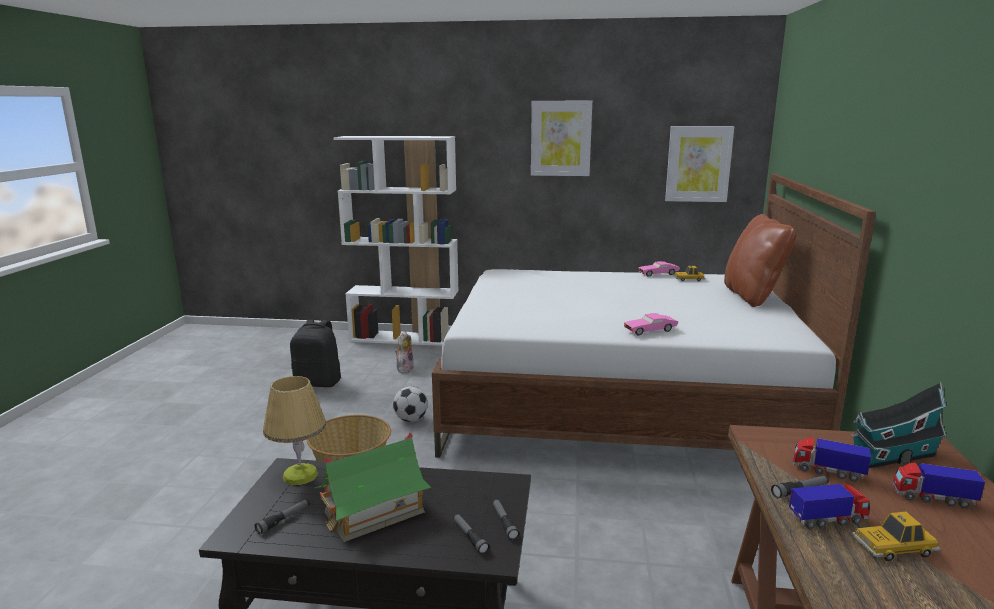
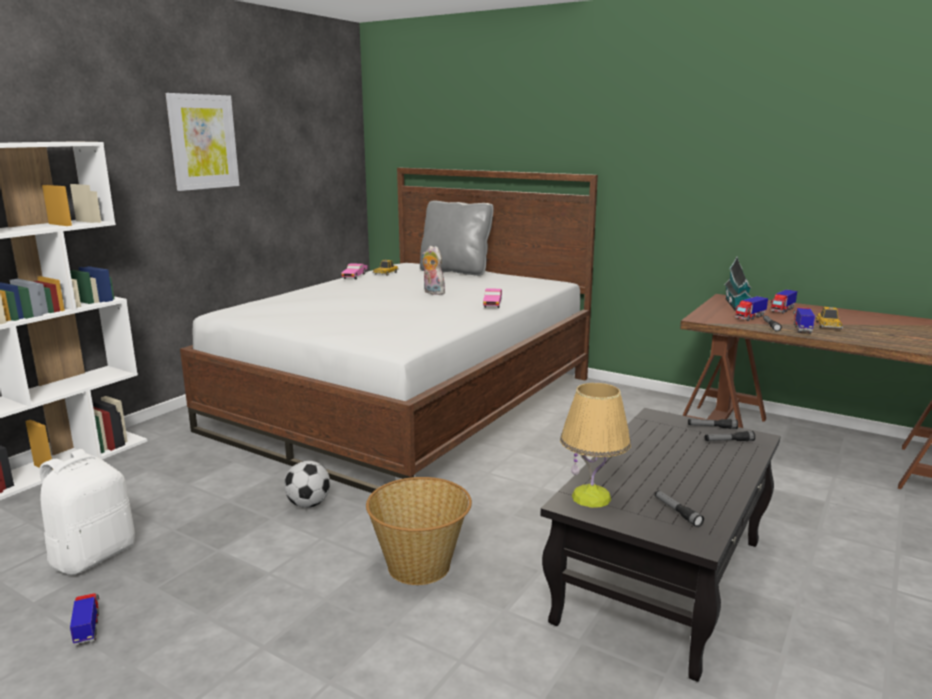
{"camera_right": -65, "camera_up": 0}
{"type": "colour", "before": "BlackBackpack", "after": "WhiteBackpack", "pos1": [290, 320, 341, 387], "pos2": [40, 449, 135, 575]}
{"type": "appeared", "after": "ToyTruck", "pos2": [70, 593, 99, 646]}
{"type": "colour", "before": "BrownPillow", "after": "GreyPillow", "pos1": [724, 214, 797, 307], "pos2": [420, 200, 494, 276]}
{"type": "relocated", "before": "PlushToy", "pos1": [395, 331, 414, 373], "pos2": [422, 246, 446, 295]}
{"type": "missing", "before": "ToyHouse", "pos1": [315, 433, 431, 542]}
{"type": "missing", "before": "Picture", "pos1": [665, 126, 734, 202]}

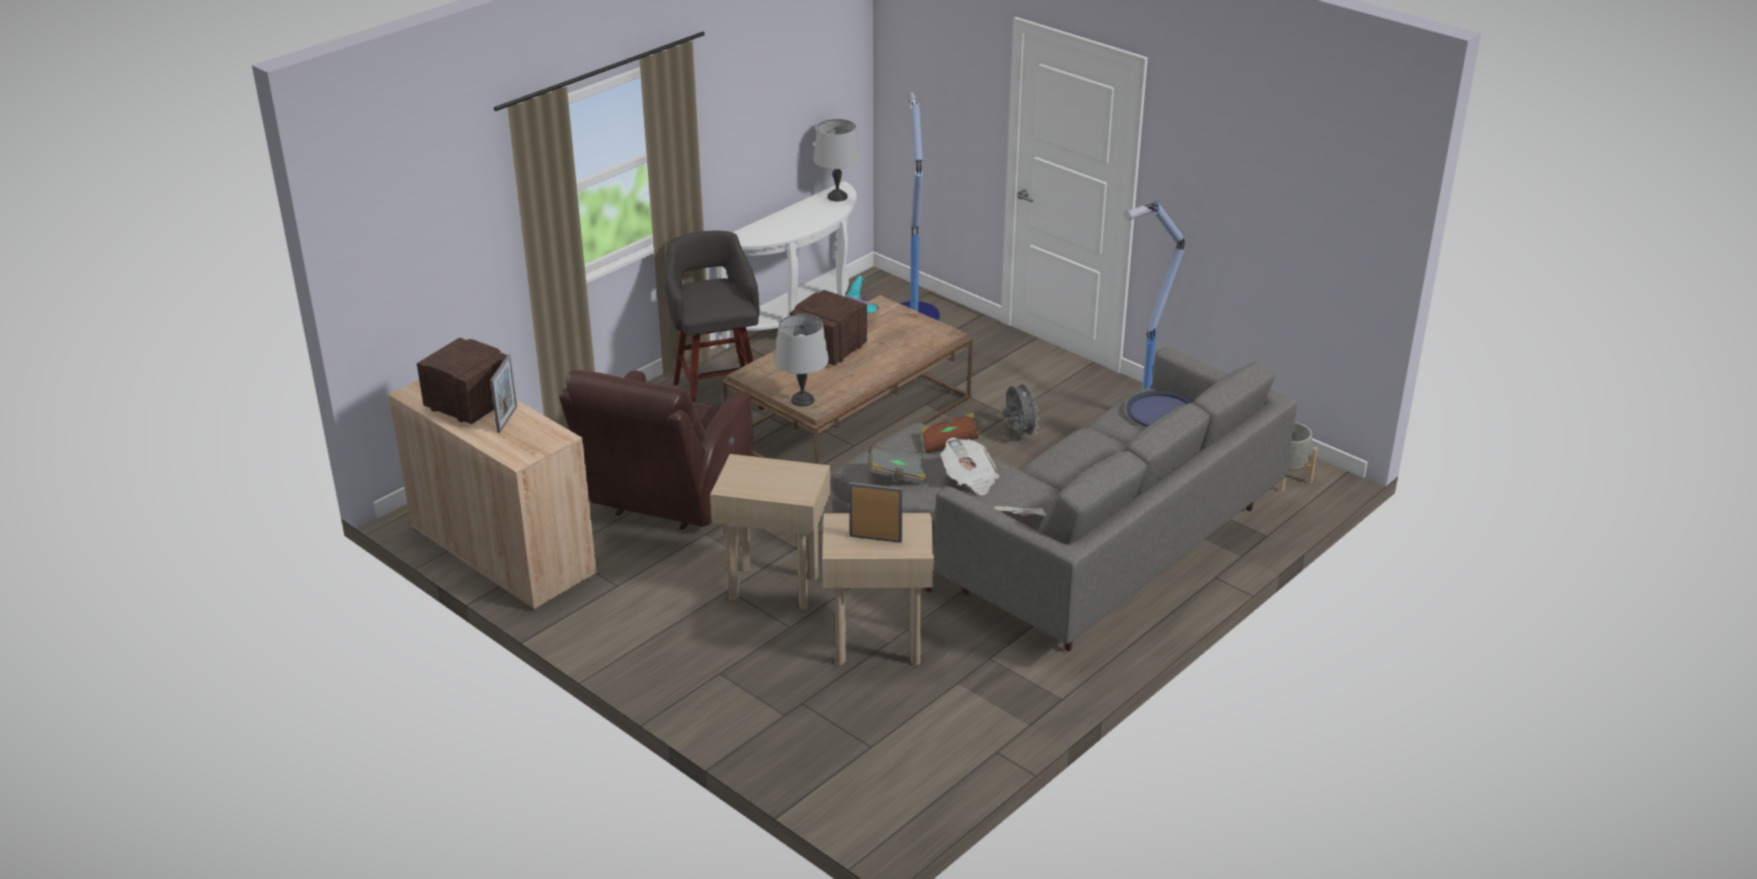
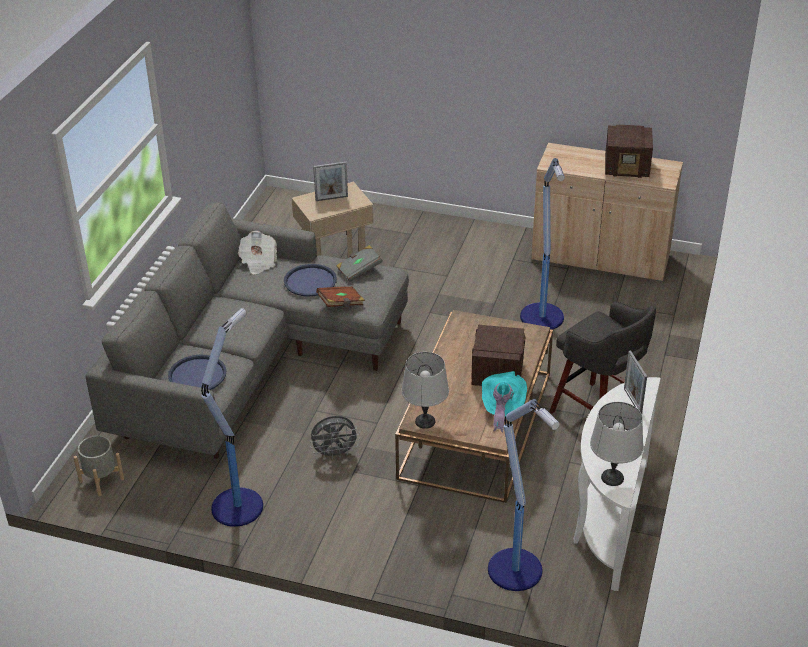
{"camera_right": 155, "camera_up": 5}
{"type": "exchanged", "before": "Newspaper", "after": "BlueTray", "pos1": [941, 437, 1000, 495], "pos2": [284, 264, 337, 297]}
{"type": "spun", "before": "GreyFan", "pos1": [1003, 380, 1039, 438], "pos2": [310, 416, 360, 460], "turn": -60}
{"type": "relocated", "before": "GreyTableLamp", "pos1": [775, 314, 829, 407], "pos2": [402, 352, 449, 429]}
{"type": "exchanged", "before": "BrownArmchair", "after": "FloorLamp", "pos1": [559, 370, 753, 529], "pos2": [520, 158, 565, 330]}
{"type": "relocated", "before": "PictureFrame", "pos1": [490, 354, 517, 433], "pos2": [624, 350, 647, 414]}
{"type": "missing", "before": "BeigeSideTable", "pos1": [710, 454, 830, 610]}

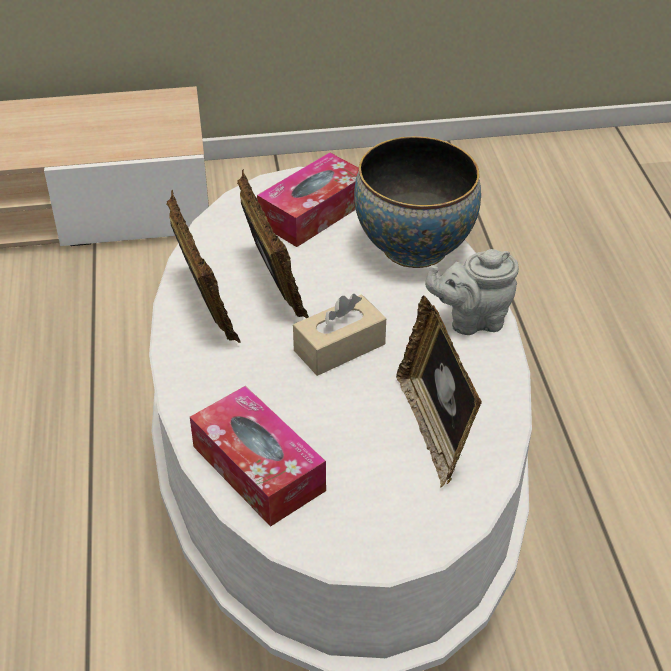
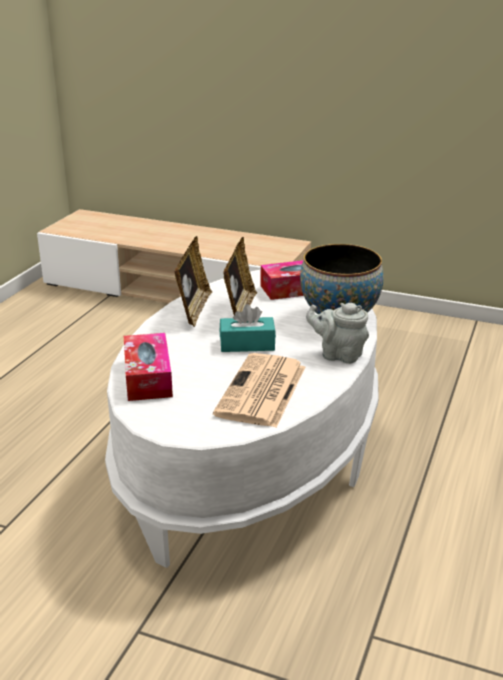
{"camera_right": 30, "camera_up": -15}
{"type": "exchanged", "before": "PictureFrame", "after": "Newspaper", "pos1": [396, 296, 482, 488], "pos2": [213, 353, 305, 428]}
{"type": "colour", "before": "BeigeTissueBox", "after": "TurquoiseTissueBox", "pos1": [293, 294, 386, 376], "pos2": [220, 304, 276, 352]}

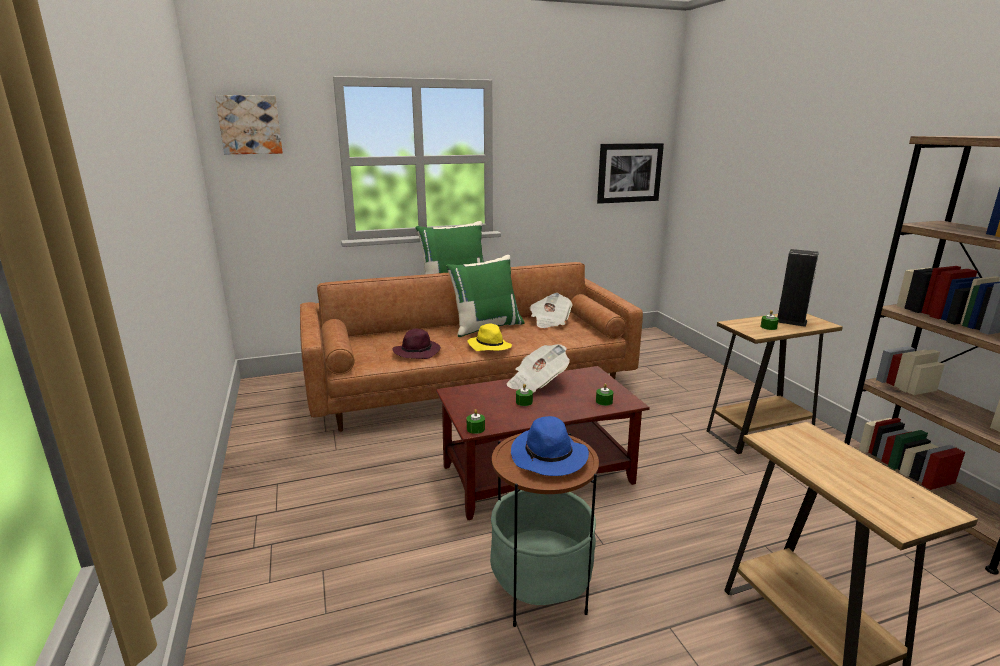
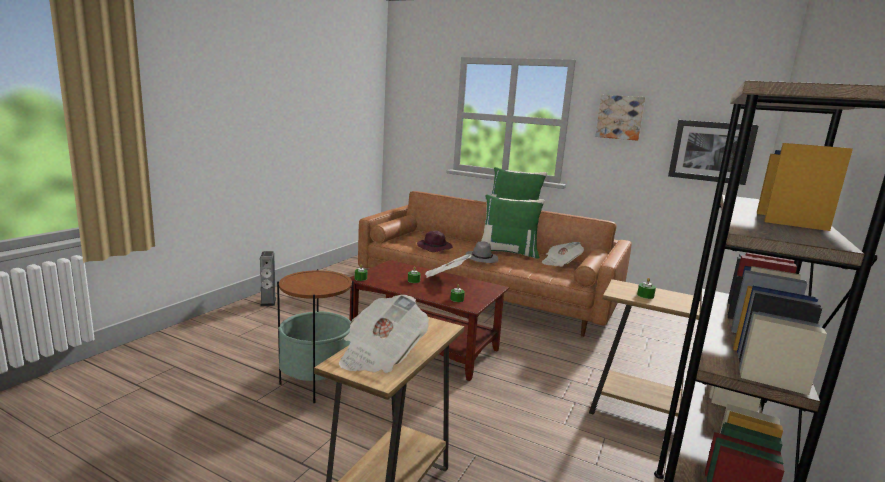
{"camera_right": 45, "camera_up": -5}
{"type": "relocated", "before": "Speaker", "pos1": [777, 249, 819, 327], "pos2": [260, 251, 276, 306]}
{"type": "appeared", "after": "Newspaper", "pos2": [339, 295, 429, 373]}
{"type": "colour", "before": "YellowHat", "after": "GreyHat", "pos1": [468, 323, 512, 351], "pos2": [465, 241, 498, 263]}
{"type": "relocated", "before": "Picture", "pos1": [215, 95, 283, 154], "pos2": [595, 95, 646, 141]}
{"type": "missing", "before": "BlueHat", "pos1": [511, 416, 589, 476]}

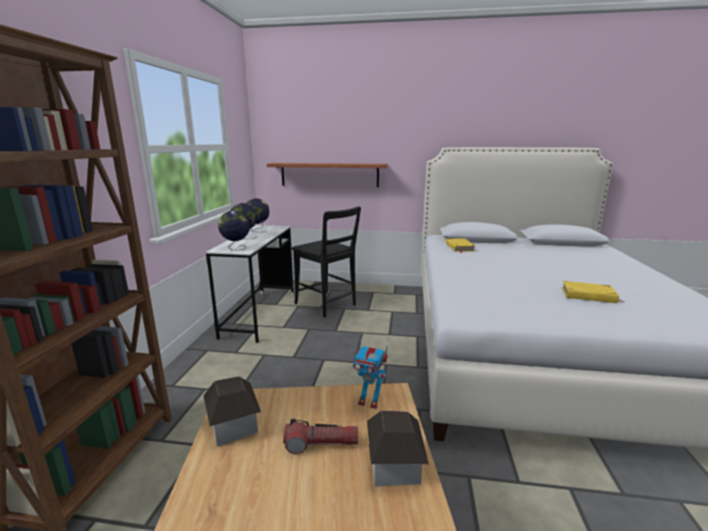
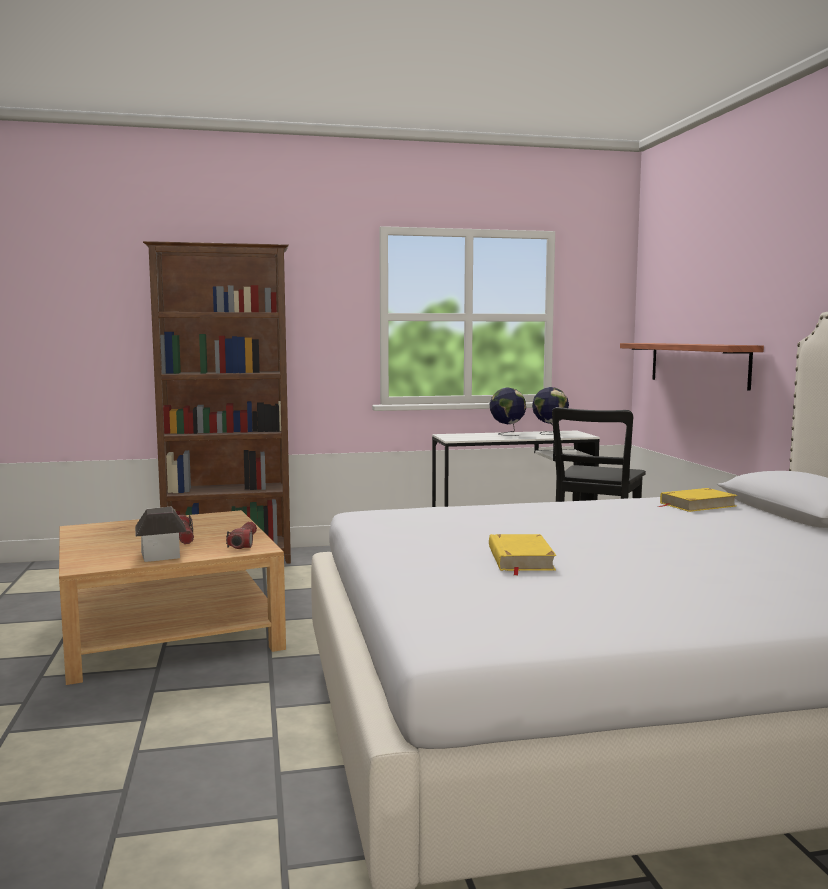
{"camera_right": 70, "camera_up": -10}
{"type": "exchanged", "before": "ToyRobot", "after": "Flashlight", "pos1": [352, 334, 389, 409], "pos2": [226, 522, 257, 549]}
{"type": "missing", "before": "ToyHouse", "pos1": [203, 376, 261, 447]}
{"type": "missing", "before": "Globe", "pos1": [218, 210, 250, 251]}

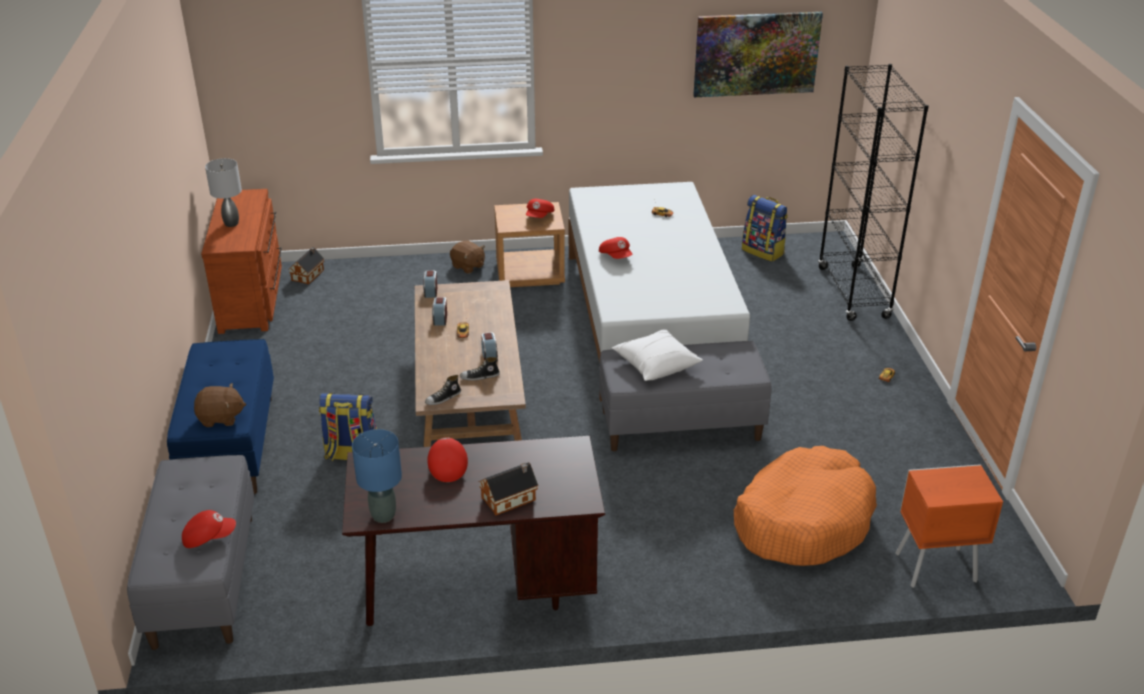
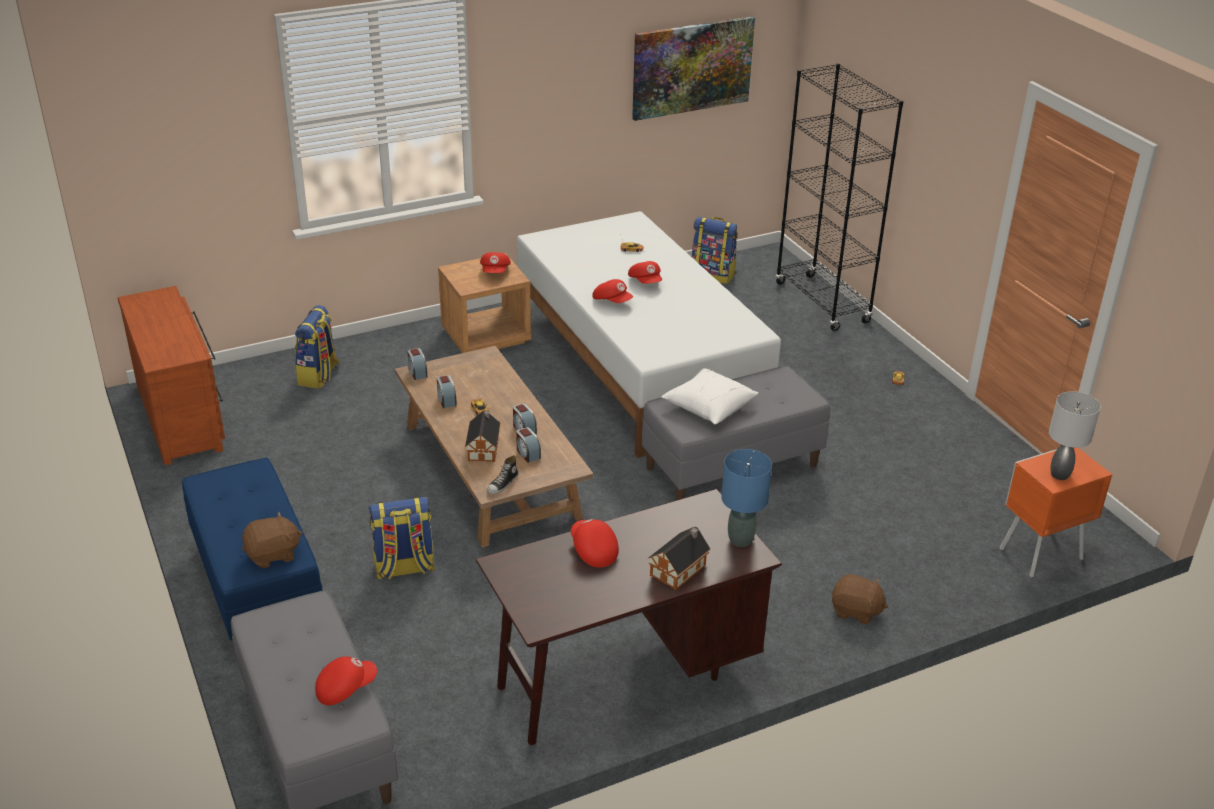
{"camera_right": -20, "camera_up": 0}
{"type": "appeared", "after": "Backpack", "pos2": [295, 305, 340, 388]}
{"type": "relocated", "before": "ToyHouse", "pos1": [289, 247, 325, 284], "pos2": [465, 410, 500, 462]}
{"type": "exchanged", "before": "Shoe", "after": "AlarmClock", "pos1": [460, 357, 500, 381], "pos2": [516, 427, 541, 463]}
{"type": "appeared", "after": "RedCap", "pos2": [628, 261, 662, 284]}
{"type": "relocated", "before": "BlueTableLamp", "pos1": [352, 429, 402, 523], "pos2": [721, 449, 772, 547]}
{"type": "relocated", "before": "BrownPlushToy", "pos1": [450, 241, 485, 274], "pos2": [832, 574, 888, 625]}
{"type": "relocated", "before": "GreyTableLamp", "pos1": [205, 158, 242, 227], "pos2": [1049, 391, 1101, 480]}
{"type": "missing", "before": "OrangeDogBed", "pos1": [734, 446, 877, 566]}

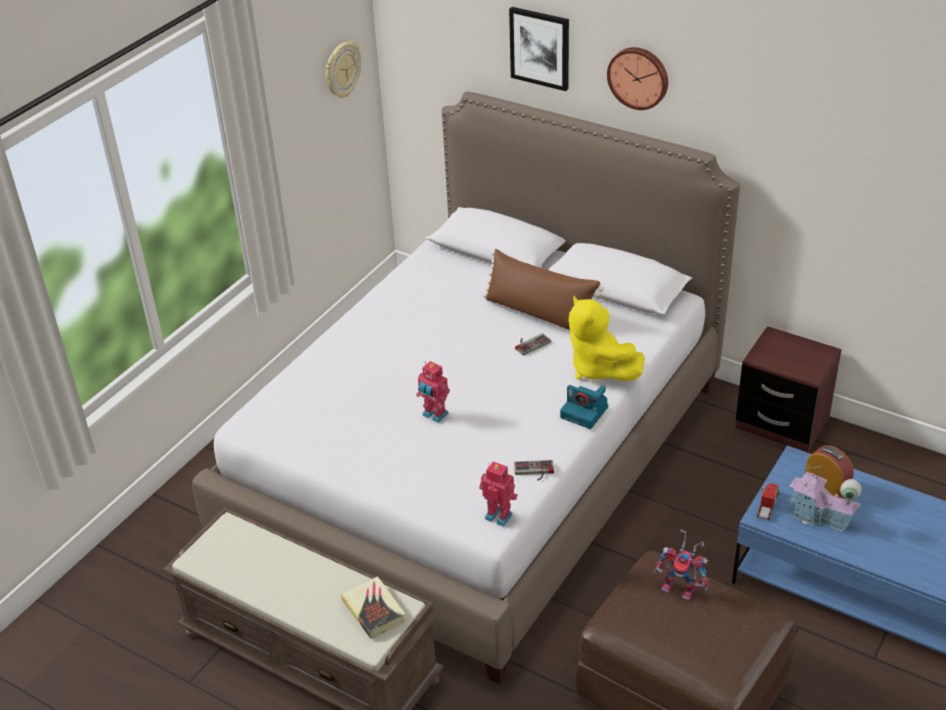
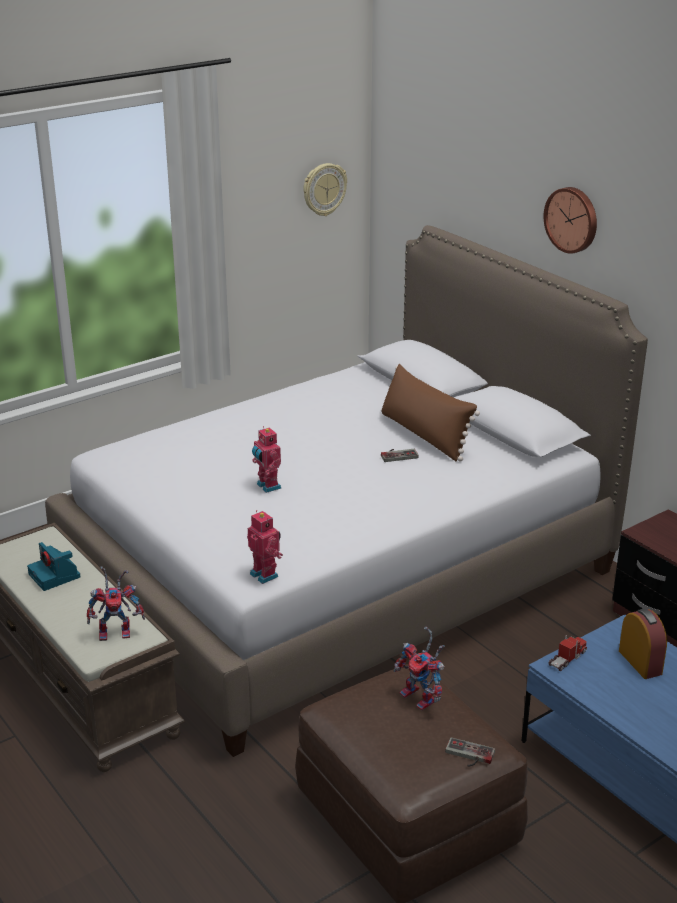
{"camera_right": 20, "camera_up": -10}
{"type": "relocated", "before": "PhotoCamera", "pos1": [560, 385, 608, 429], "pos2": [27, 542, 81, 591]}
{"type": "exchanged", "before": "Book", "after": "ToyRobot", "pos1": [341, 576, 405, 639], "pos2": [87, 566, 145, 641]}
{"type": "relocated", "before": "GameController", "pos1": [514, 460, 554, 481], "pos2": [445, 737, 495, 767]}
{"type": "missing", "before": "Picture", "pos1": [509, 7, 569, 91]}
{"type": "missing", "before": "YellowPlushToy", "pos1": [569, 296, 645, 381]}
{"type": "missing", "before": "ToyHouse", "pos1": [789, 466, 861, 532]}

